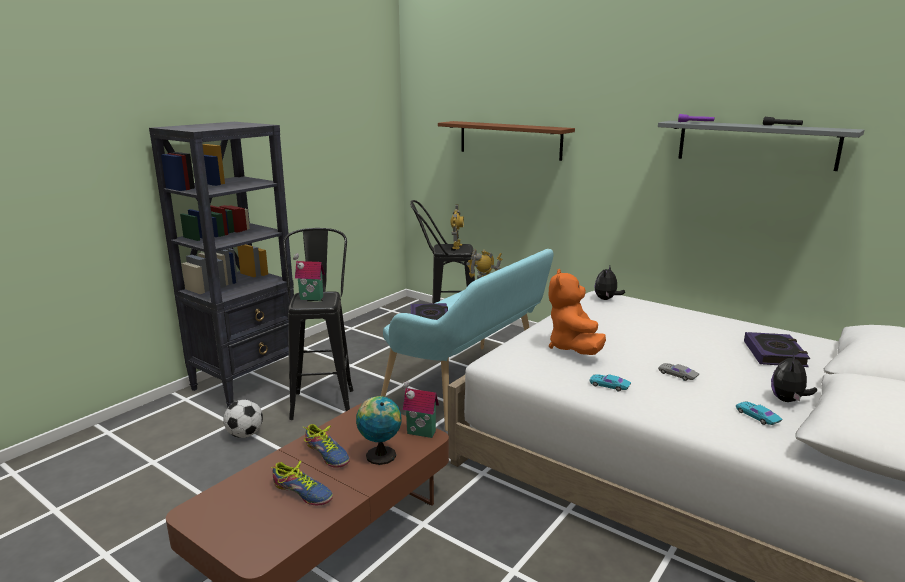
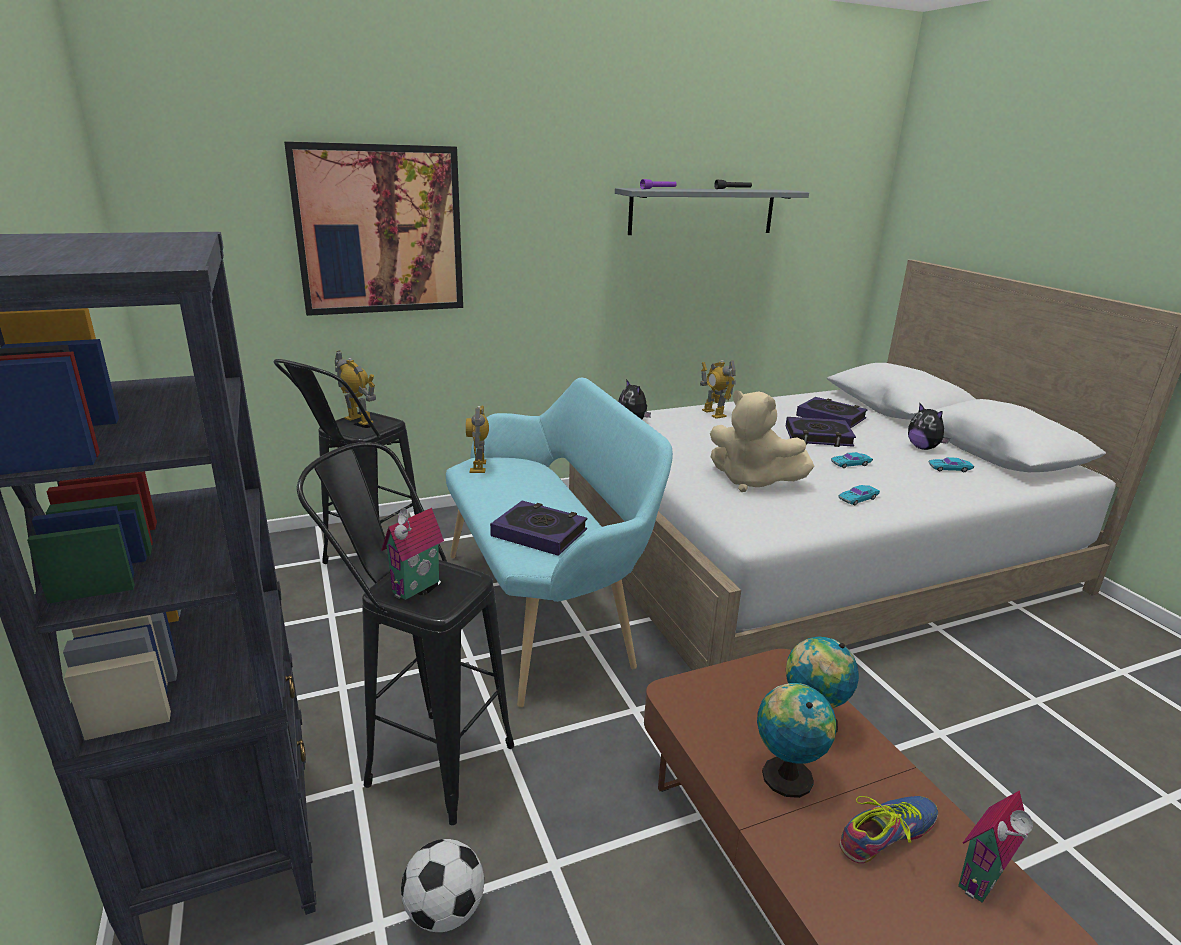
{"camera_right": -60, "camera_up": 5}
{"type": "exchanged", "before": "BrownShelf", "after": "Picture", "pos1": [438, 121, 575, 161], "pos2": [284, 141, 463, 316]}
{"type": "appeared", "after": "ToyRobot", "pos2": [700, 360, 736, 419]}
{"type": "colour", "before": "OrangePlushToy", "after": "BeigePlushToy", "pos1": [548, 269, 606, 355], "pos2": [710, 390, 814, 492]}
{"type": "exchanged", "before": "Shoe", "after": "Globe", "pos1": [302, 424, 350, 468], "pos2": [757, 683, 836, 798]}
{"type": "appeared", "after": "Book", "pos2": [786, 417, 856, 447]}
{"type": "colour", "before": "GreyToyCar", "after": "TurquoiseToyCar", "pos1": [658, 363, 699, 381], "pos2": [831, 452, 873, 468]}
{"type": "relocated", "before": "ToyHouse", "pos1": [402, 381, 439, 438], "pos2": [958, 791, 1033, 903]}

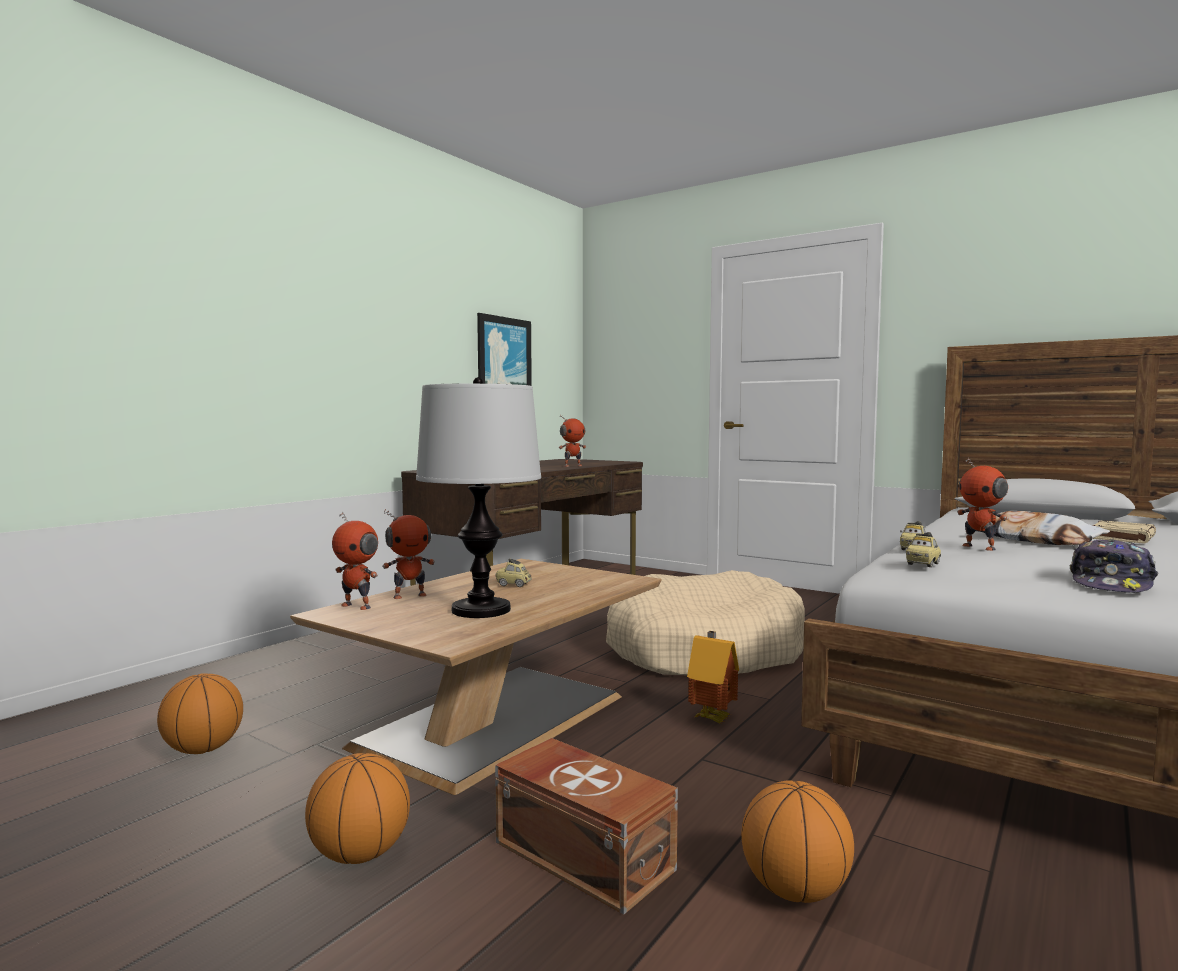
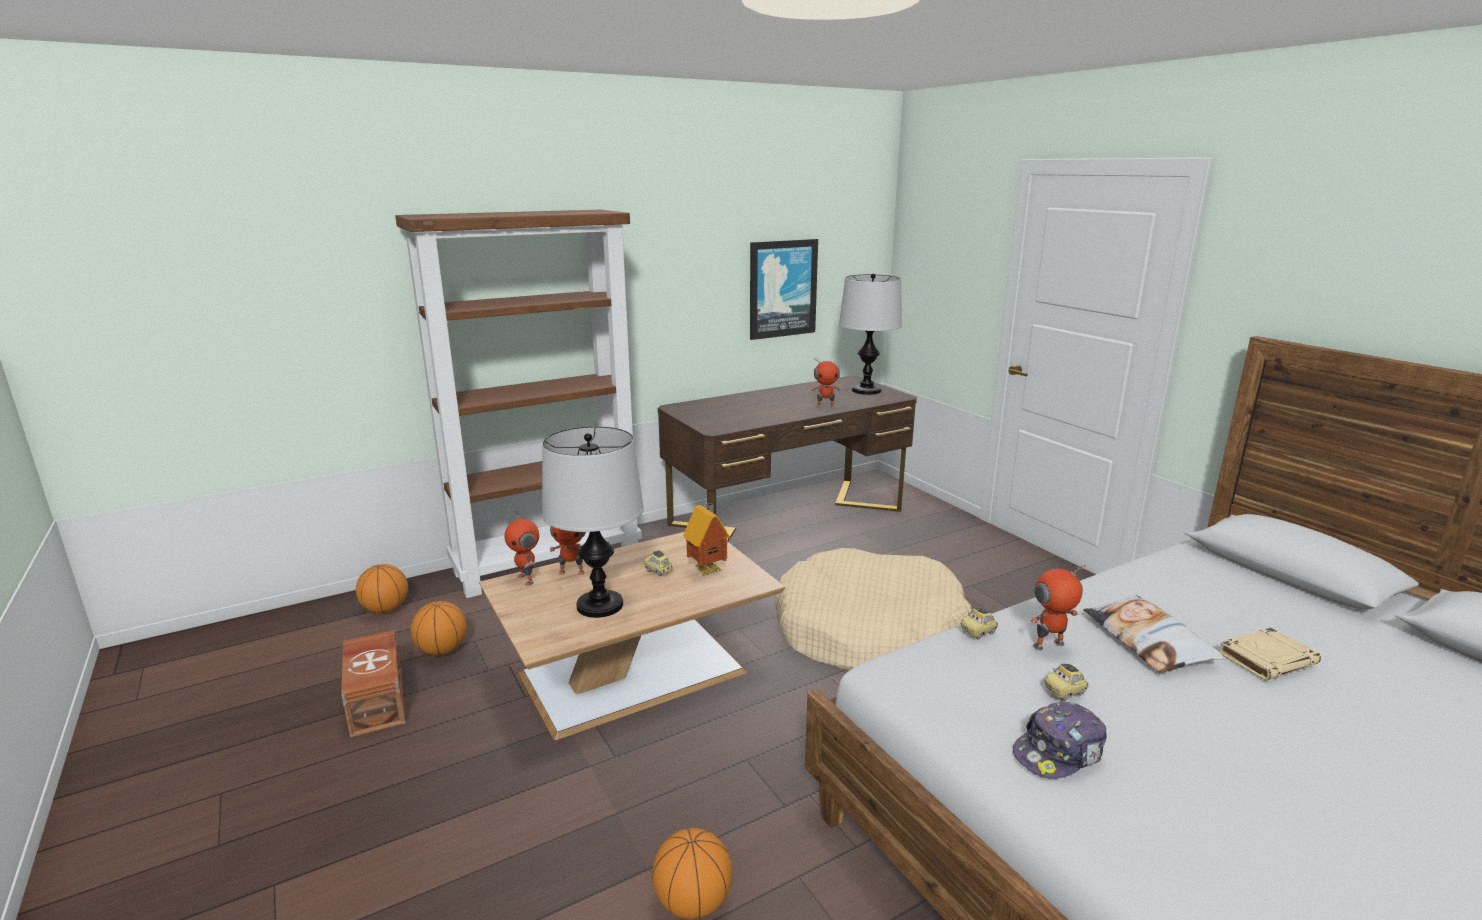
{"camera_right": 25, "camera_up": 15}
{"type": "relocated", "before": "BrownStorageBox", "pos1": [495, 738, 678, 915], "pos2": [341, 631, 405, 737]}
{"type": "relocated", "before": "Basketball", "pos1": [305, 753, 410, 864], "pos2": [356, 564, 408, 613]}
{"type": "appeared", "after": "BrownBookcase", "pos2": [395, 209, 642, 598]}
{"type": "relocated", "before": "ToyHouse", "pos1": [687, 631, 739, 723], "pos2": [683, 503, 730, 576]}
{"type": "appeared", "after": "TableLamp", "pos2": [839, 273, 902, 395]}
{"type": "spun", "before": "ToyRobot", "pos1": [957, 458, 1008, 551], "pos2": [1030, 564, 1086, 650], "turn": 75}
{"type": "relocated", "before": "ToyCar", "pos1": [906, 532, 941, 567], "pos2": [1044, 664, 1088, 701]}

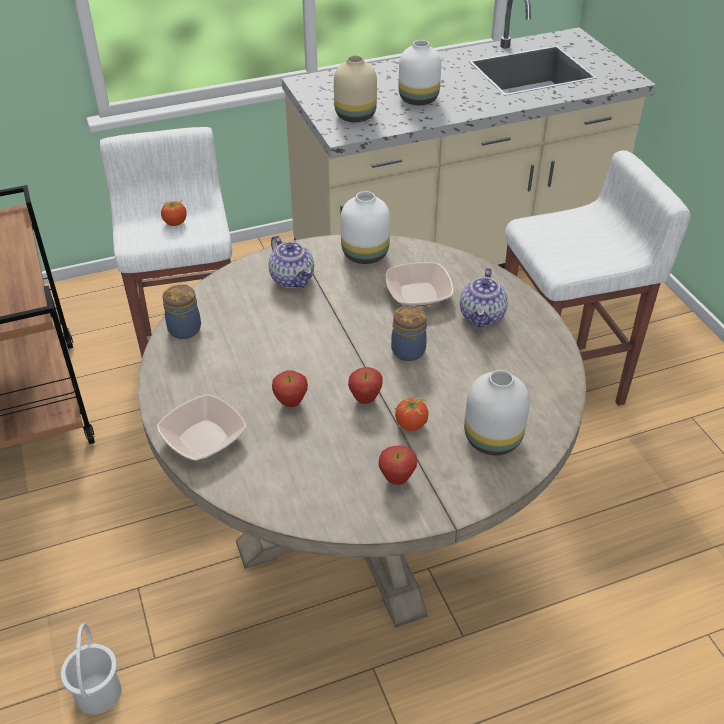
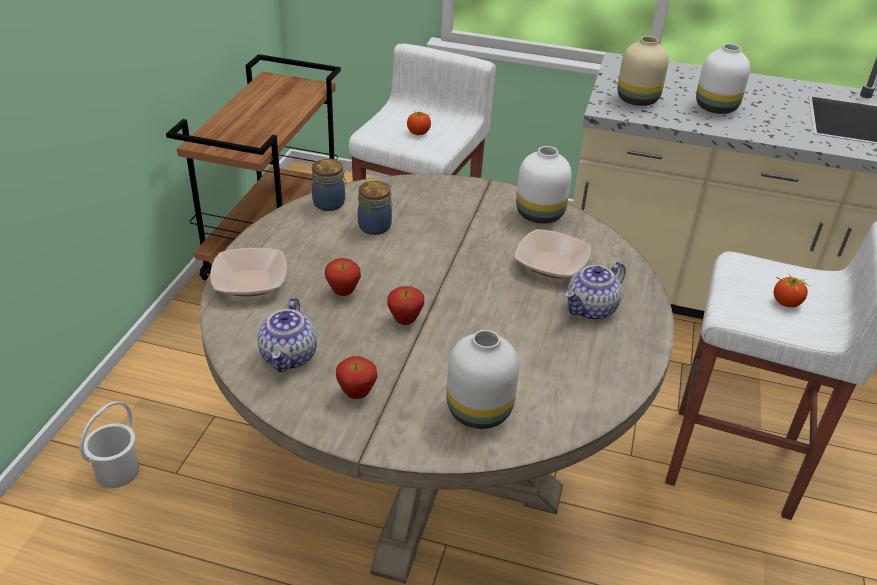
{"camera_right": 35, "camera_up": -5}
{"type": "relocated", "before": "Teapot", "pos1": [268, 235, 314, 288], "pos2": [258, 297, 317, 372]}
{"type": "relocated", "before": "Jar", "pos1": [391, 305, 427, 361], "pos2": [358, 181, 392, 235]}
{"type": "relocated", "before": "Tomato", "pos1": [395, 395, 428, 431], "pos2": [774, 275, 809, 307]}

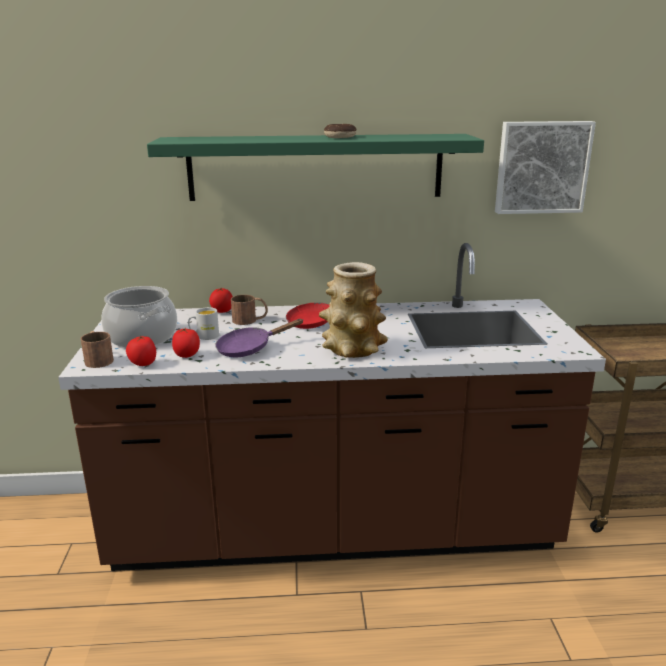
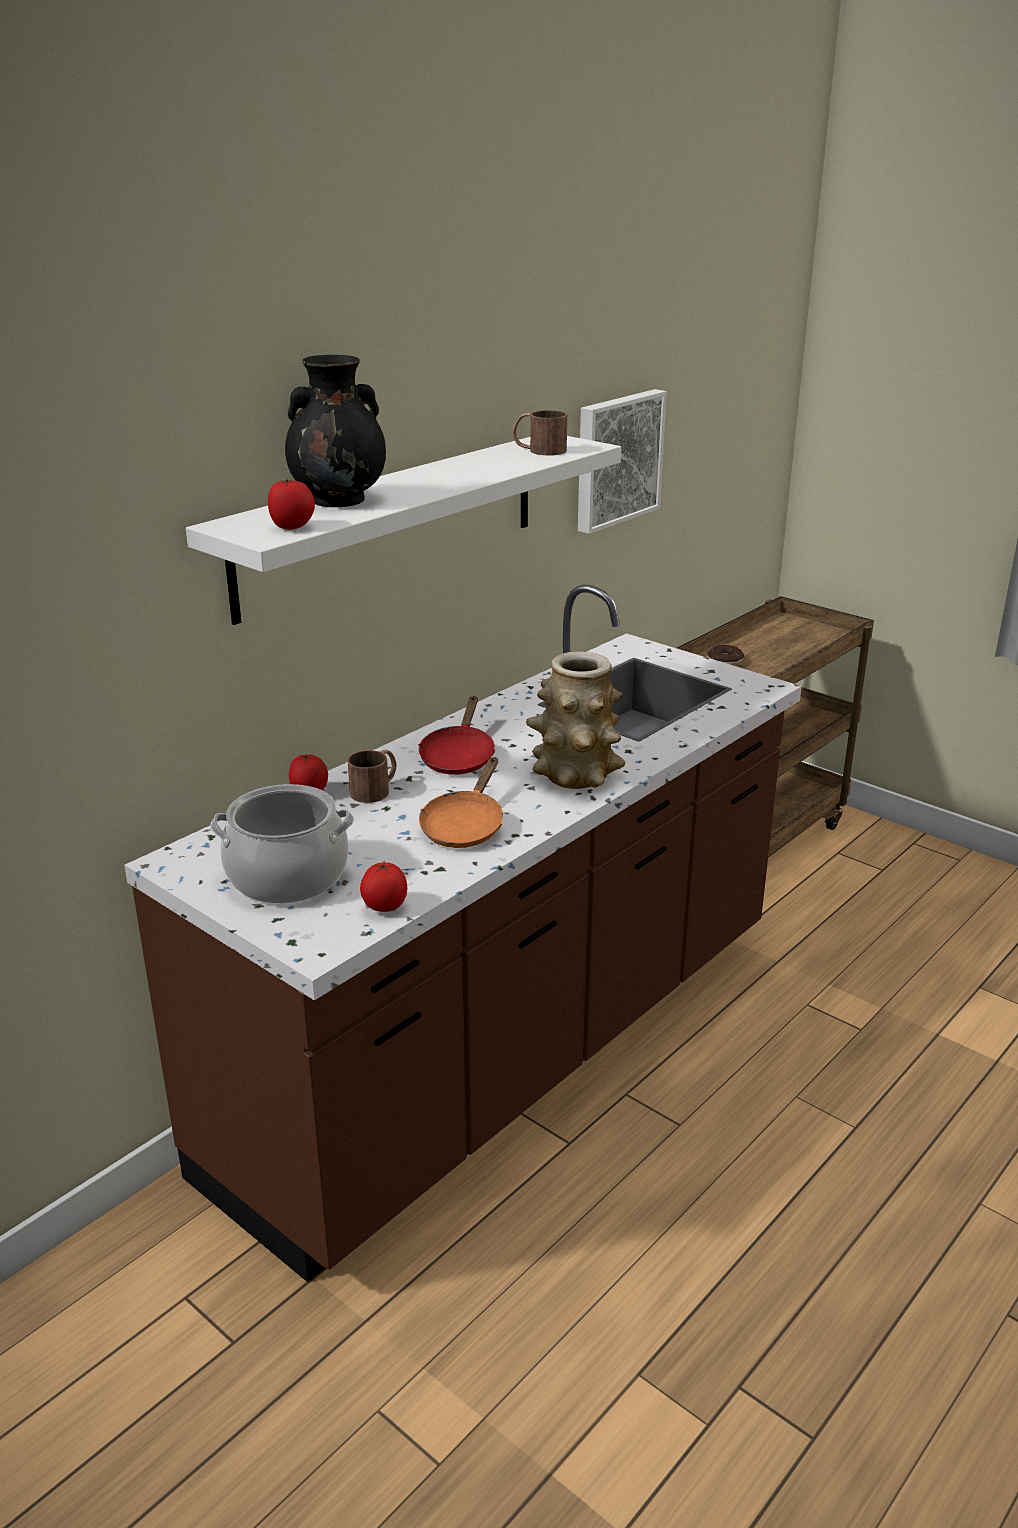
{"camera_right": -45, "camera_up": 5}
{"type": "colour", "before": "GreenShelf", "after": "WhiteShelf", "pos1": [147, 134, 484, 201], "pos2": [186, 436, 621, 625]}
{"type": "relocated", "before": "Tomato", "pos1": [172, 328, 200, 358], "pos2": [268, 479, 315, 530]}
{"type": "appeared", "after": "BlackVase", "pos2": [285, 355, 386, 507]}
{"type": "colour", "before": "PurpleFryingPan", "after": "OrangeFryingPan", "pos1": [215, 319, 304, 357], "pos2": [419, 757, 503, 848]}
{"type": "relocated", "before": "BrownMug", "pos1": [81, 331, 114, 368], "pos2": [513, 410, 567, 455]}
{"type": "relocated", "before": "Donut", "pos1": [324, 124, 356, 138], "pos2": [707, 645, 744, 666]}
{"type": "missing", "before": "WhiteMug", "pos1": [188, 307, 219, 340]}

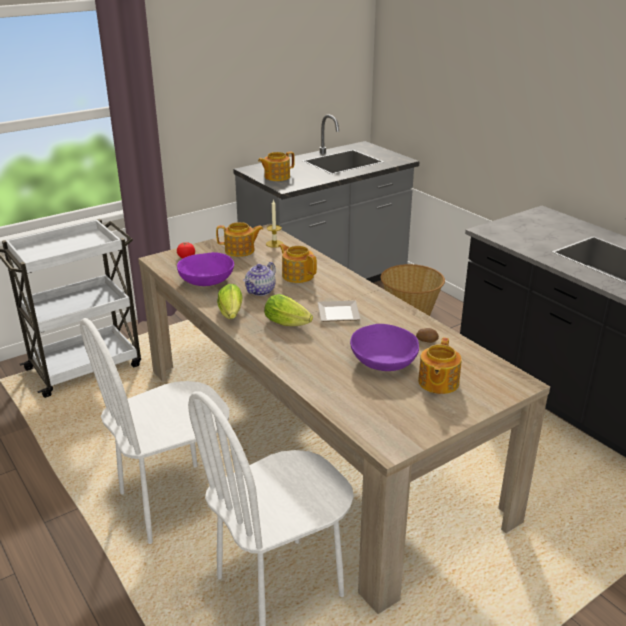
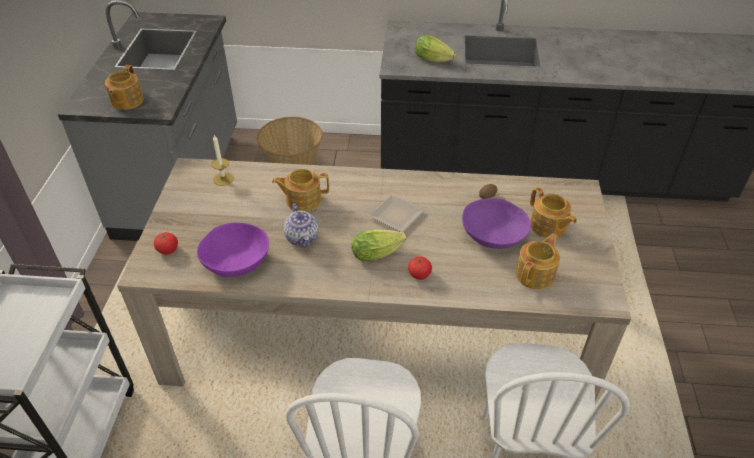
{"camera_right": -50, "camera_up": 15}
{"type": "appeared", "after": "Tomato", "pos2": [408, 256, 432, 280]}
{"type": "relocated", "before": "Lettuce", "pos1": [217, 284, 242, 319], "pos2": [415, 35, 456, 62]}
{"type": "relocated", "before": "Teapot", "pos1": [216, 222, 263, 257], "pos2": [516, 233, 560, 289]}

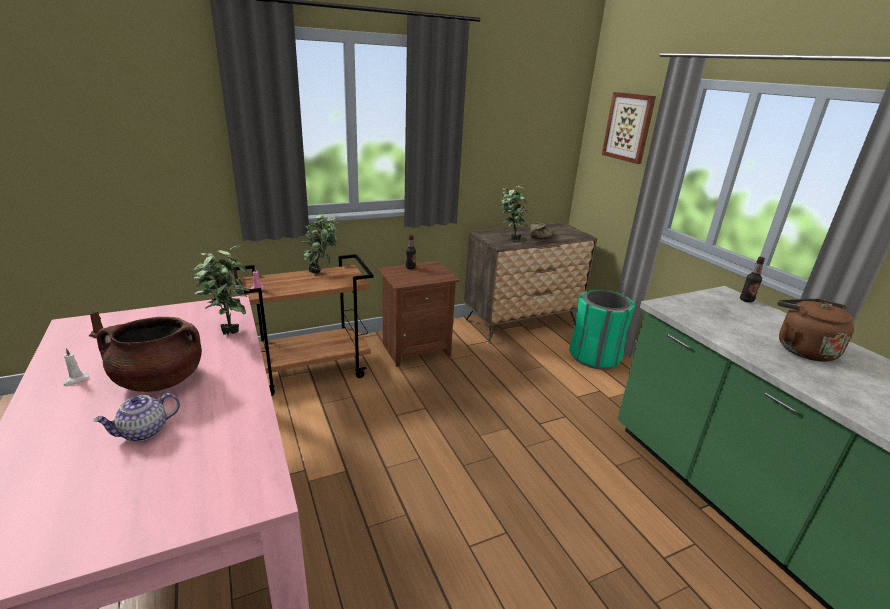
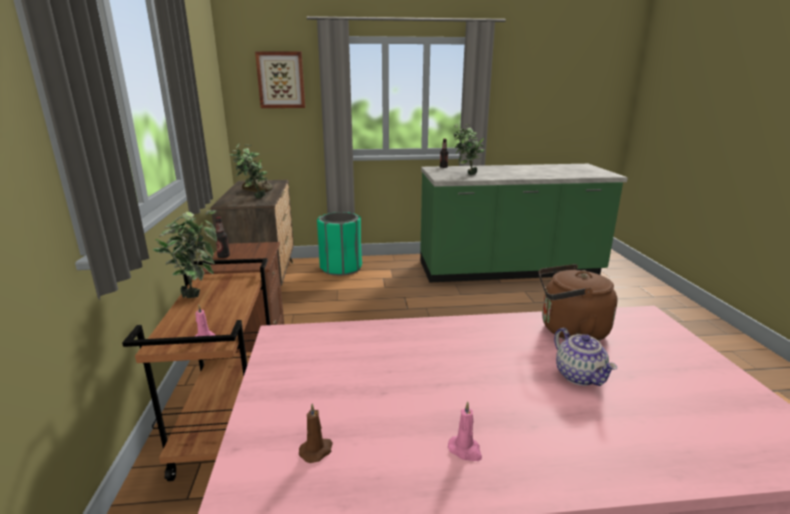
{"camera_right": -70, "camera_up": -5}
{"type": "colour", "before": "WhiteCandle", "after": "PinkCandle", "pos1": [63, 348, 89, 386], "pos2": [448, 402, 482, 461]}
{"type": "relocated", "before": "PottedPlant", "pos1": [193, 245, 249, 335], "pos2": [454, 124, 485, 175]}
{"type": "relocated", "before": "BrownKettle", "pos1": [777, 299, 854, 362], "pos2": [539, 264, 618, 341]}
{"type": "missing", "before": "BrownCookingPot", "pos1": [97, 317, 202, 392]}

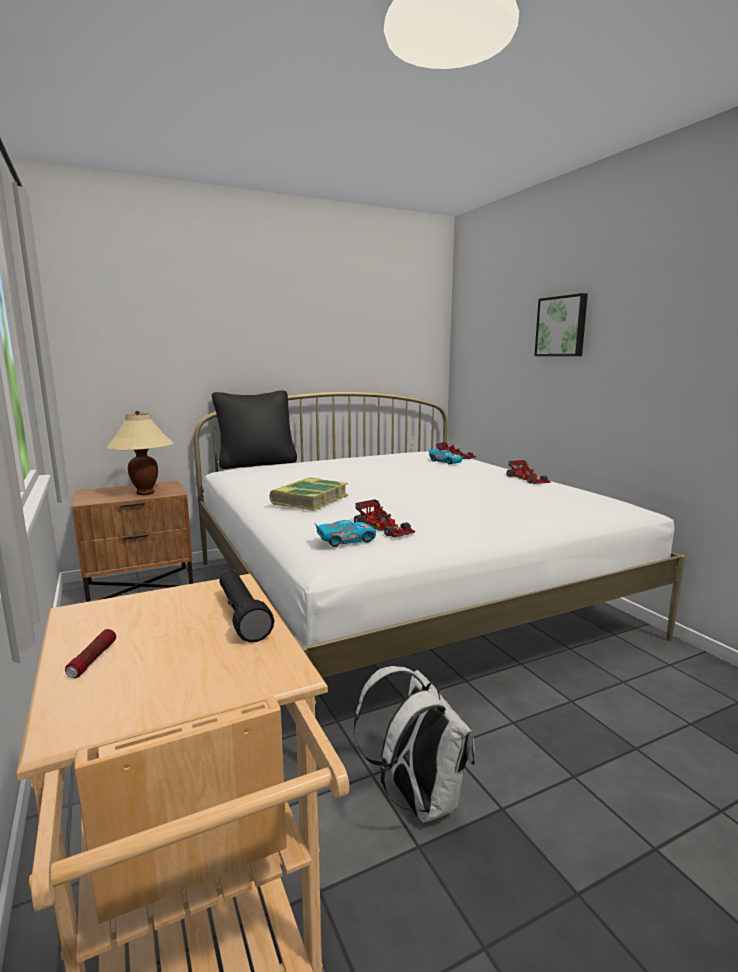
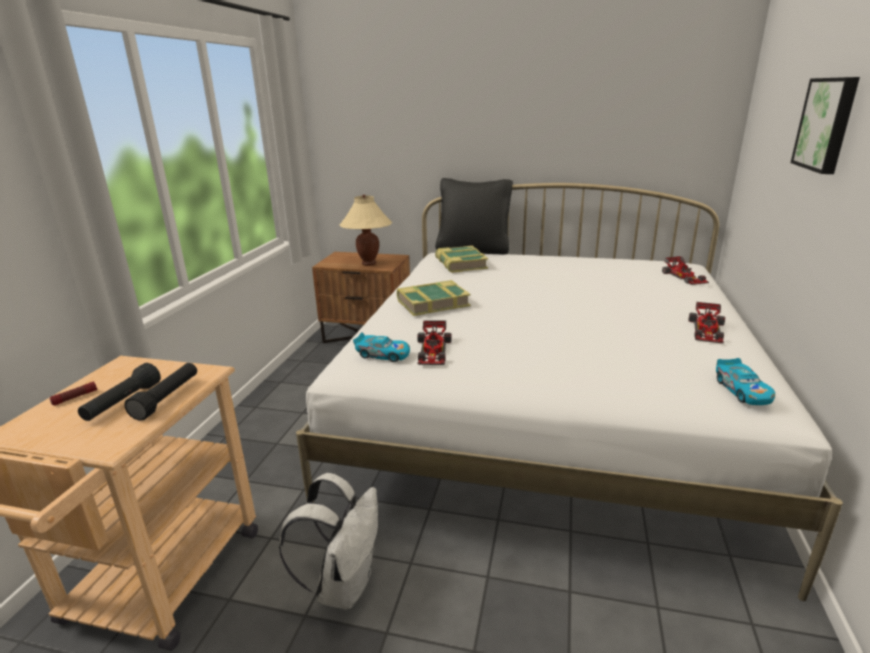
{"camera_right": 40, "camera_up": 10}
{"type": "appeared", "after": "BlackFlashlight", "pos2": [78, 363, 161, 421]}
{"type": "appeared", "after": "Book", "pos2": [435, 246, 488, 273]}
{"type": "relocated", "before": "ToyCar", "pos1": [429, 448, 462, 464], "pos2": [716, 358, 775, 405]}

